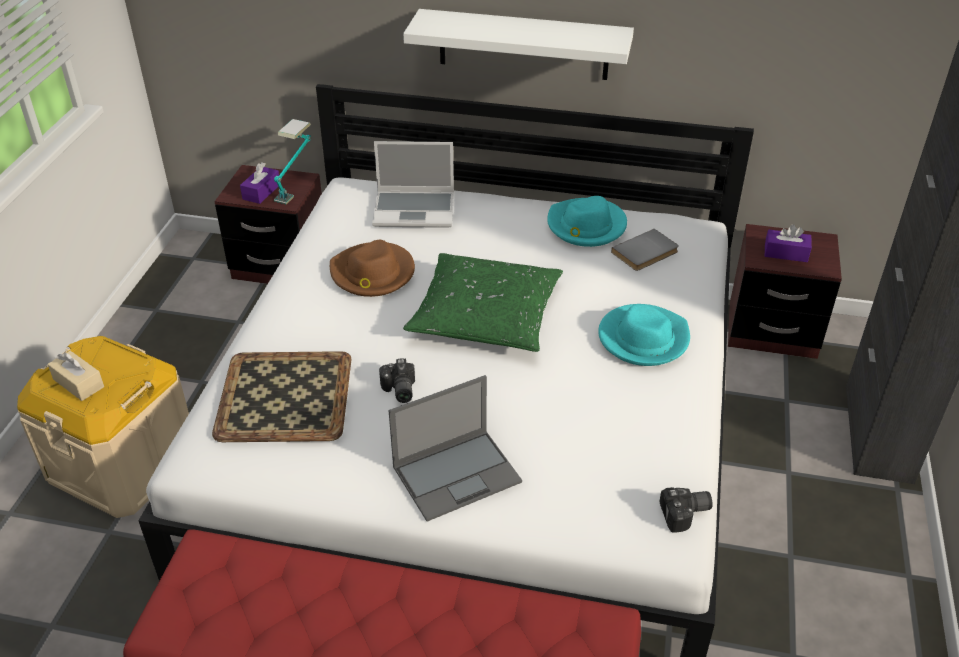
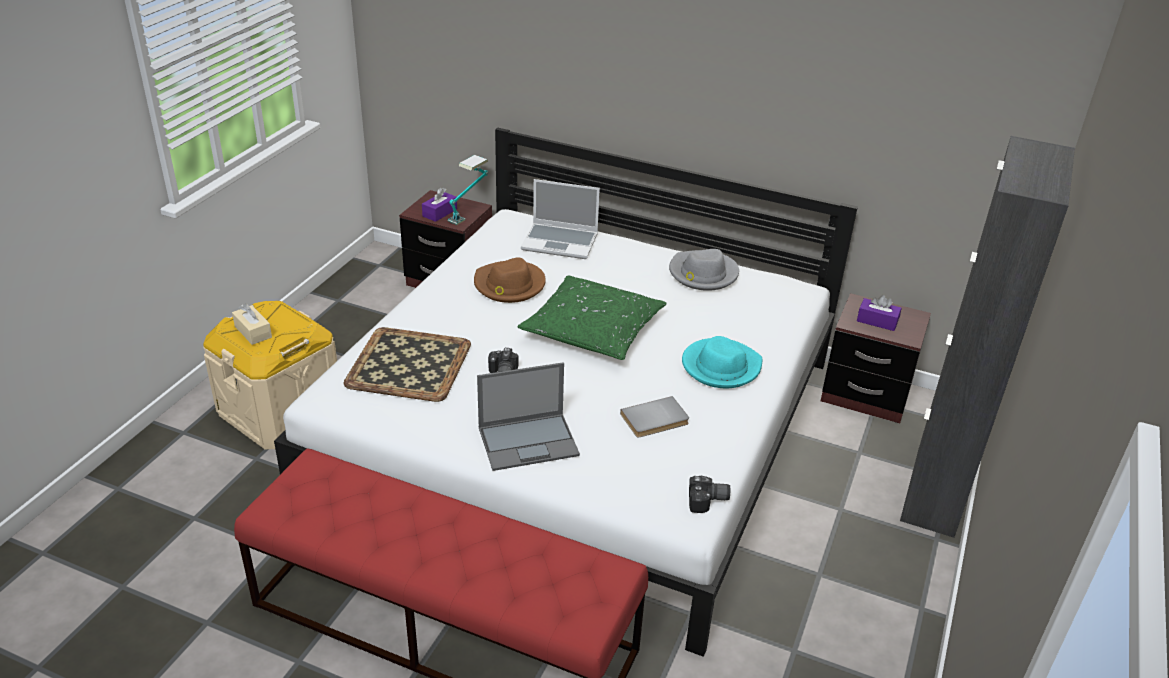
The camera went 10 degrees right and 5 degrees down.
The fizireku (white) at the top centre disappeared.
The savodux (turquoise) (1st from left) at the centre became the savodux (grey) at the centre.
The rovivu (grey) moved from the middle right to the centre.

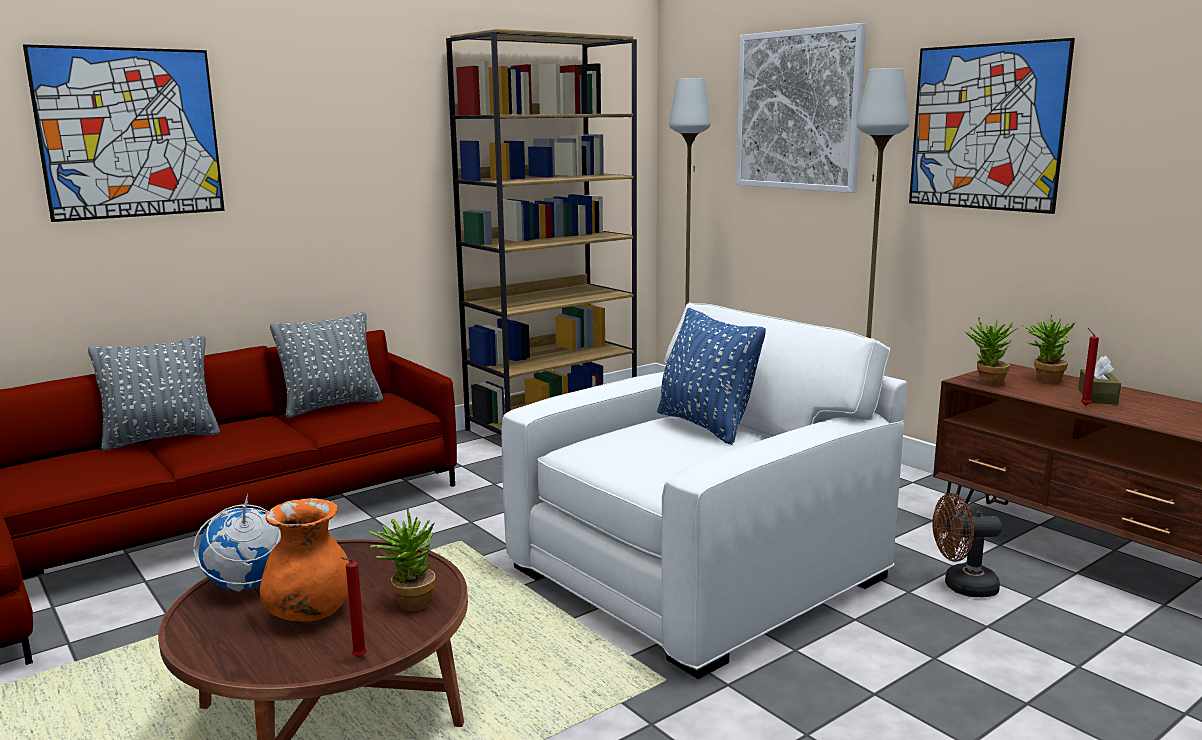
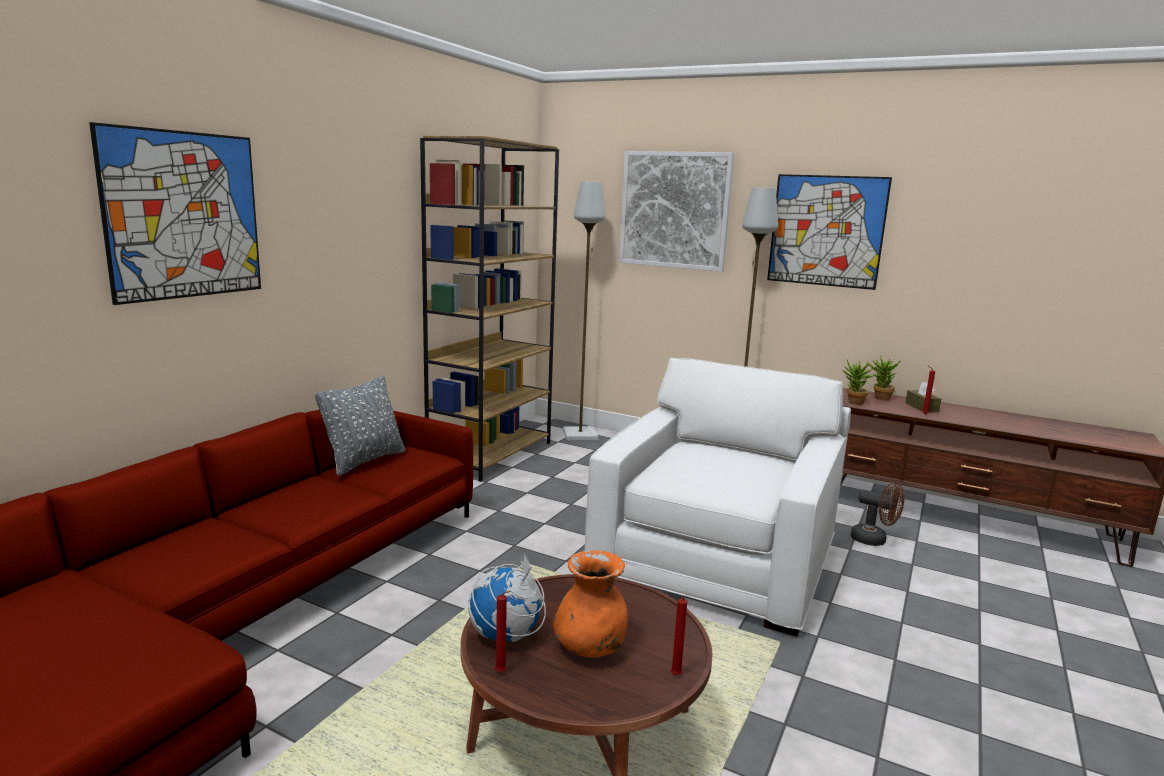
The camera went 25 degrees left and 0 degrees up.
The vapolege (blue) at the centre disappeared.
The vapolege (grey) (1st from left) at the middle left disappeared.
The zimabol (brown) at the bottom right turned 120 degrees counterclockwise.
The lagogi (1st from left) at the bottom centre disappeared.
The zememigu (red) (1st from left) at the bottom centre appeared.

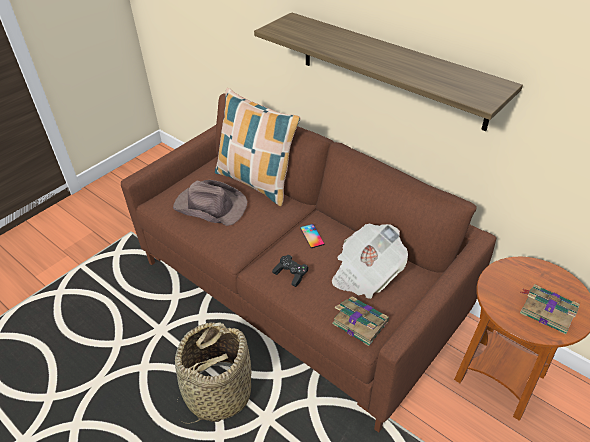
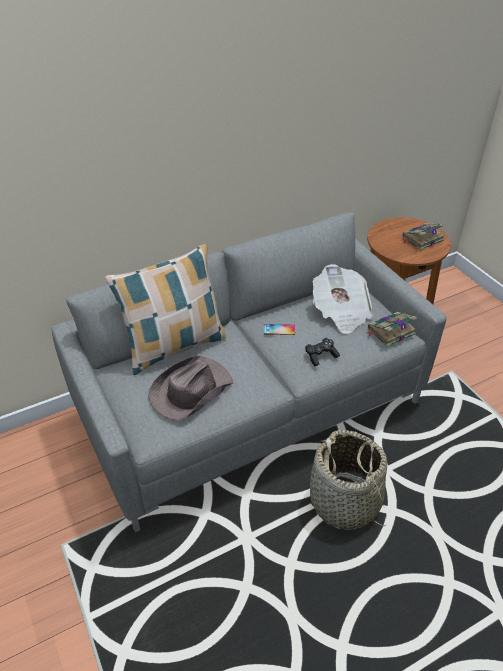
The camera went 70 degrees left and 0 degrees up.
The fizireku at the top centre disappeared.
The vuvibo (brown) at the centre became the vuvibo (grey) at the centre.

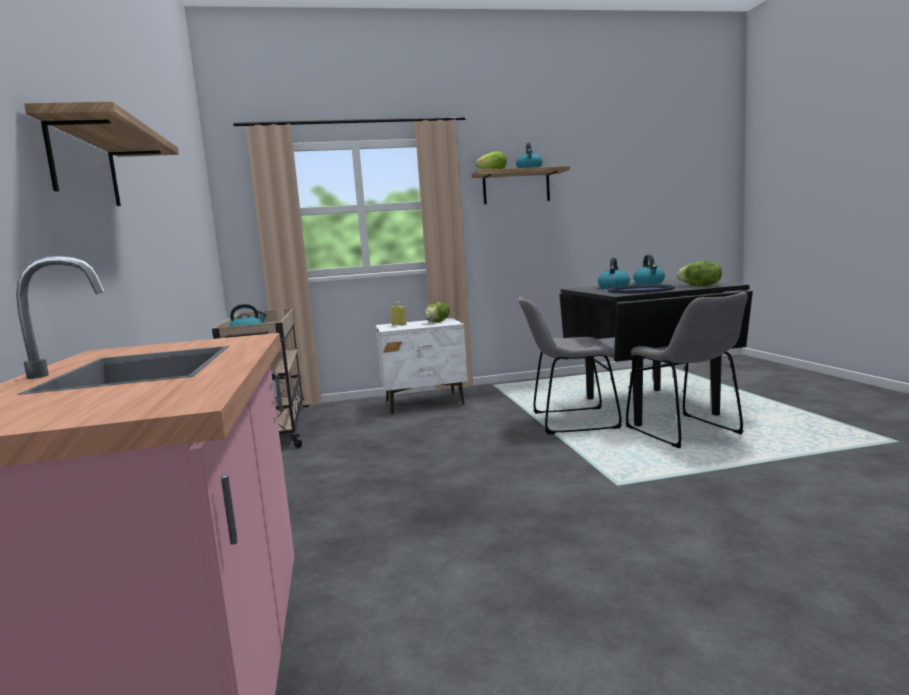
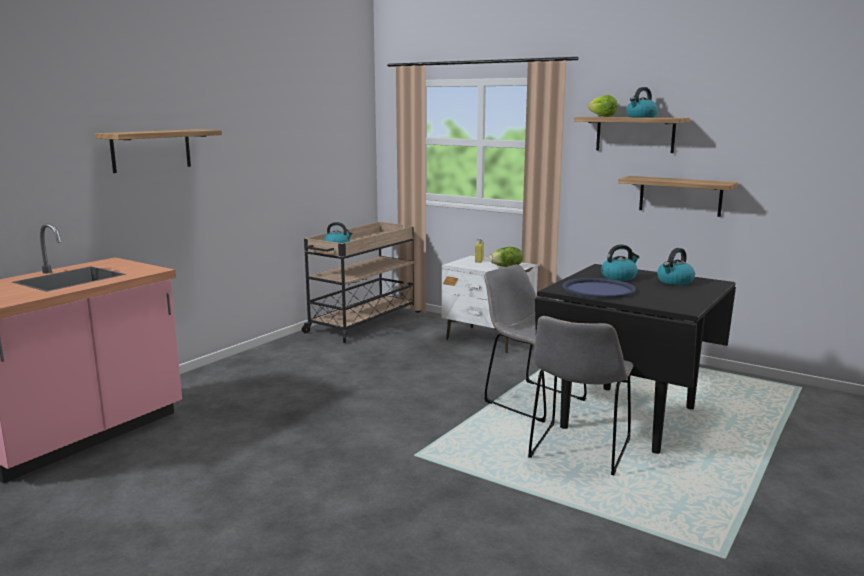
The camera went 45 degrees right and 5 degrees up.
The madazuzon (3rd from left) at the middle right disappeared.
The fizireku (3rd from left) at the middle right appeared.

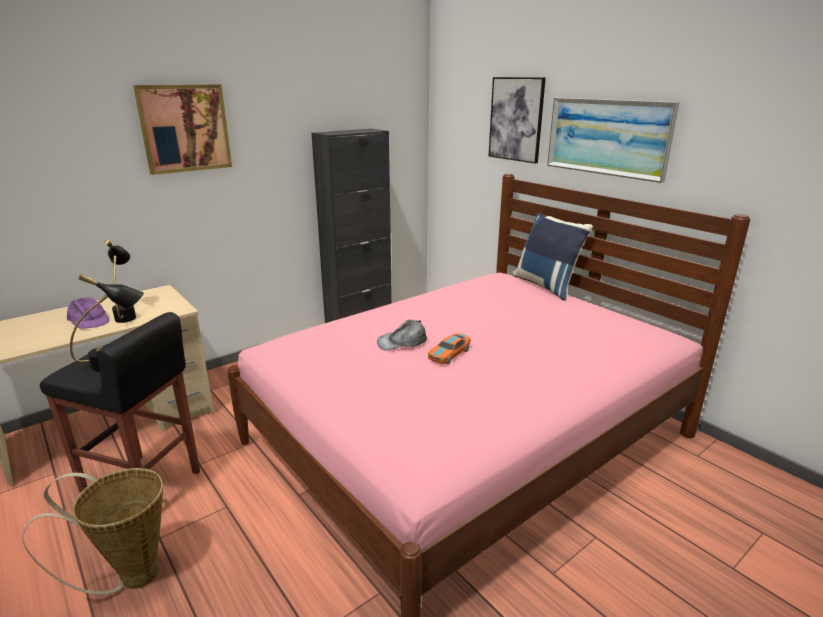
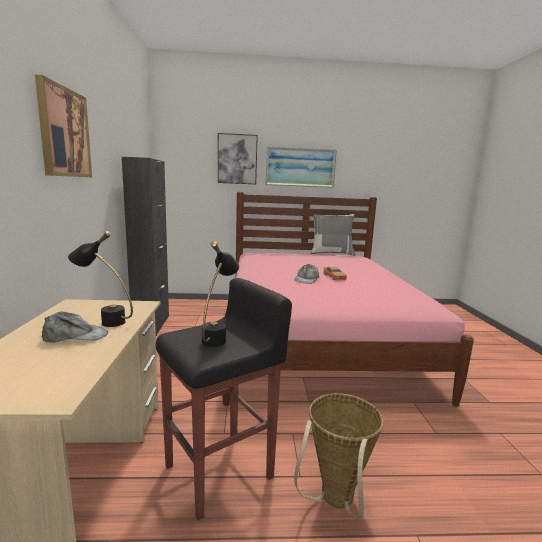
The camera went 55 degrees left and 10 degrees down.
The vapolege (blue) at the middle right disappeared.
The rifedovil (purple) at the middle left became the rifedovil (grey) (1st from left) at the middle left.
The vapolege (grey) at the centre appeared.

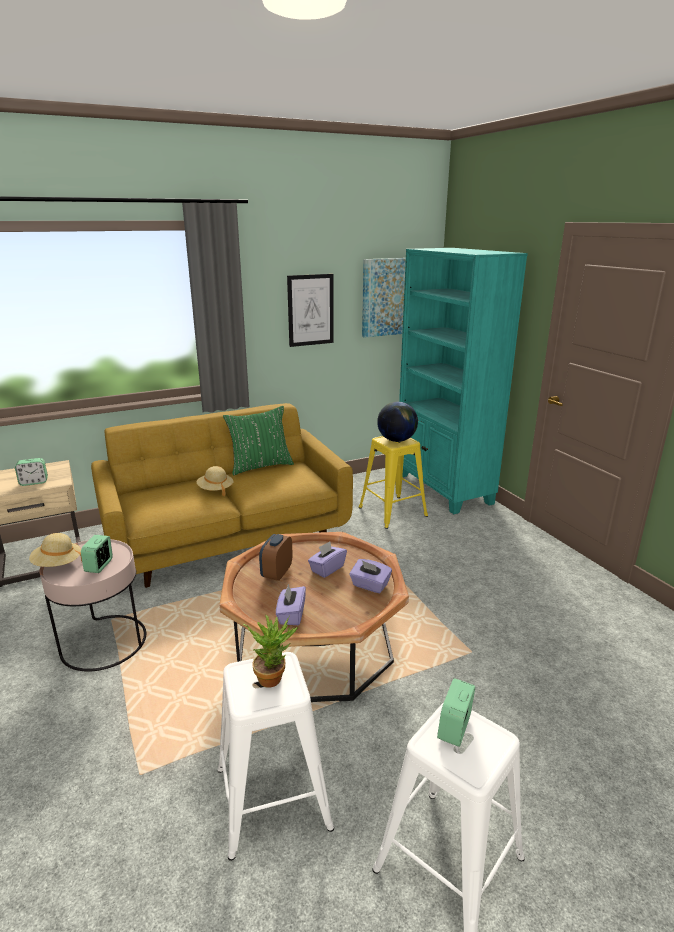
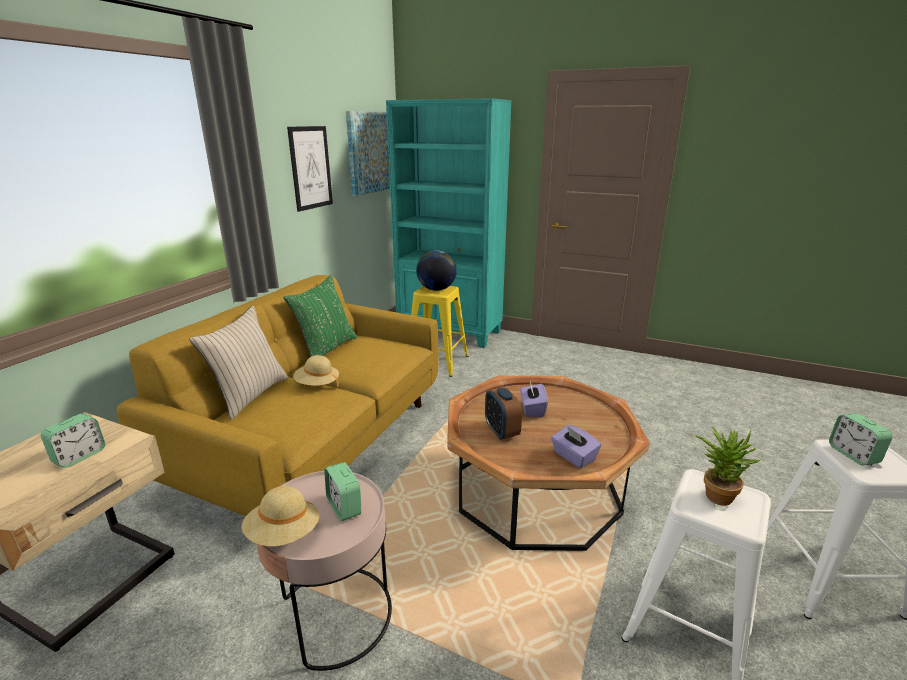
The camera went 40 degrees left and 0 degrees up.
The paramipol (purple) (3rd from left) at the centre disappeared.
The vapolege (beige) at the middle left appeared.

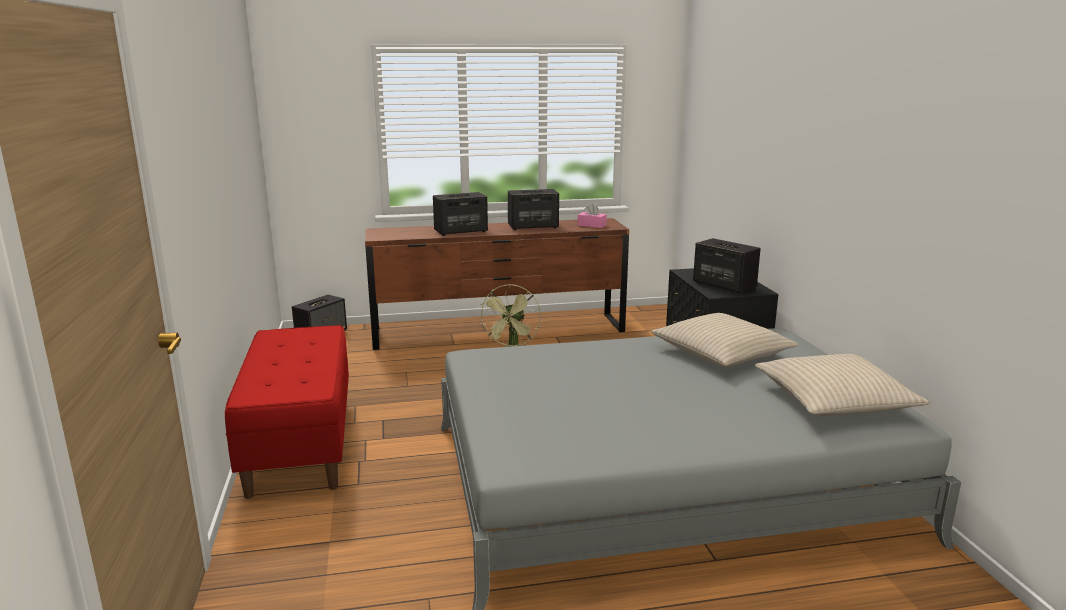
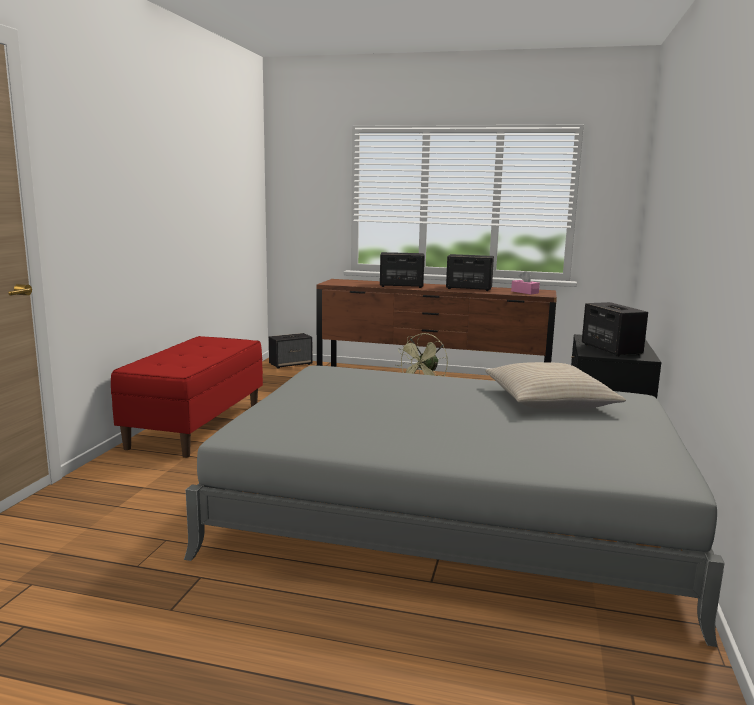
The camera went 25 degrees right and 5 degrees down.
The vapolege (beige) (2nd from left) at the middle right disappeared.

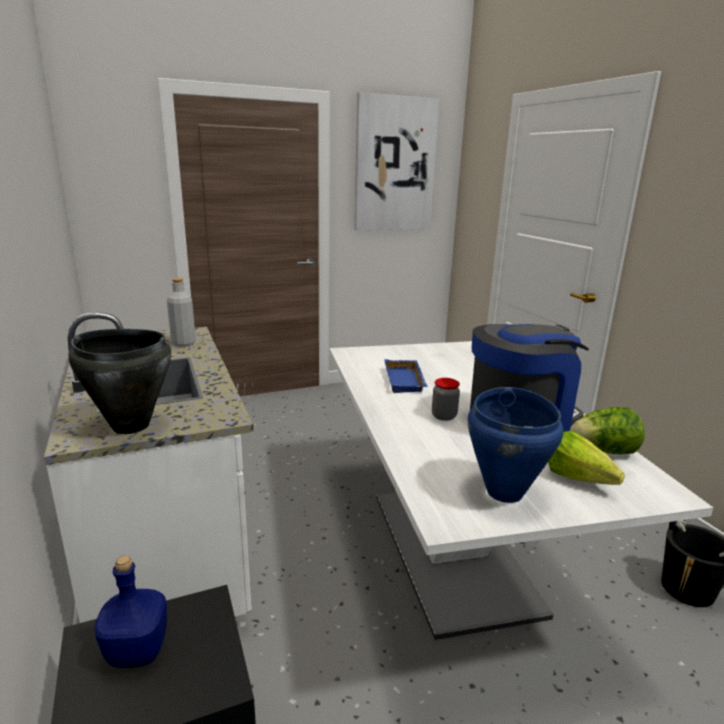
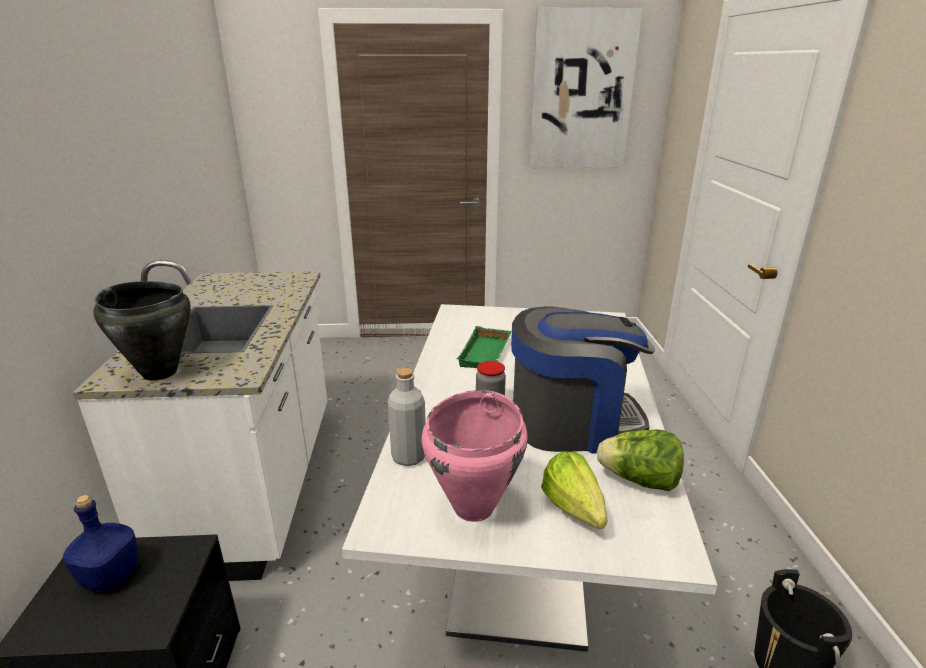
The camera went 20 degrees right and 5 degrees up.
The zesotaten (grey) moved from the middle left to the centre.
The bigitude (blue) at the centre became the bigitude (green) at the centre.
The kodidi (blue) at the middle right became the kodidi (pink) at the bottom centre.

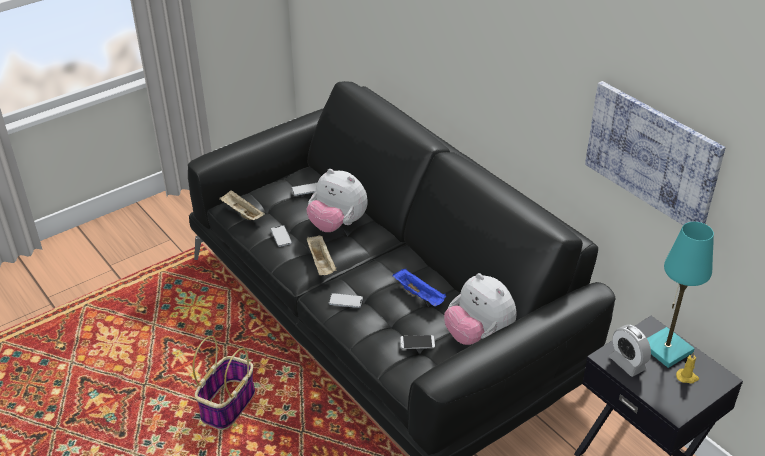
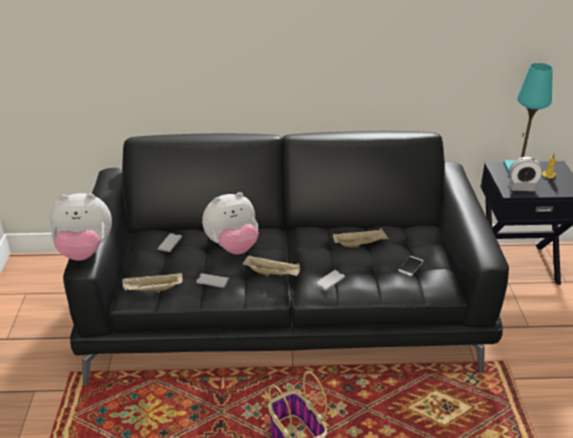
The camera went 55 degrees left and 5 degrees down.
The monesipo at the middle right disappeared.
The bigitude (blue) at the centre became the bigitude (beige) (3rd from left) at the centre.
The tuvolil (2nd from left in the first image) moved from the bottom centre to the middle left.

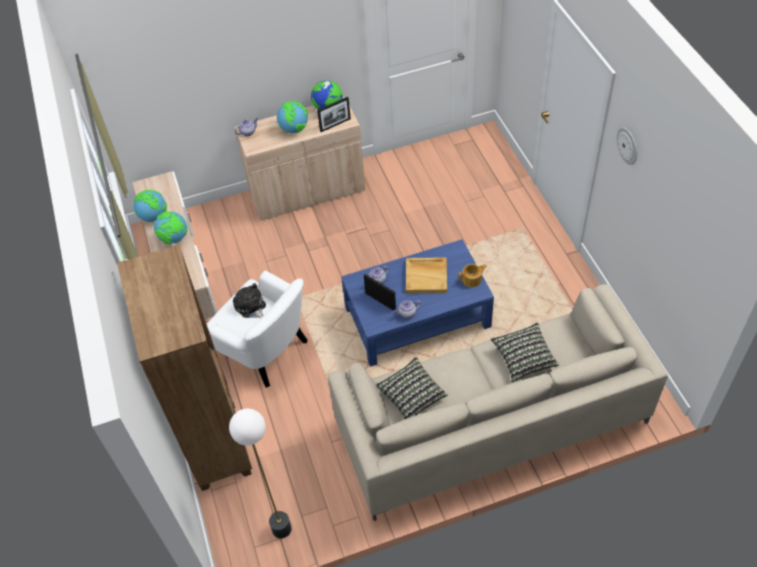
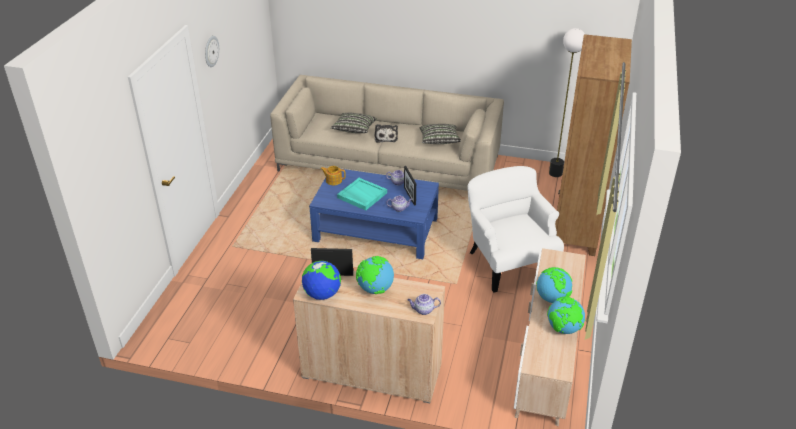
The camera went 150 degrees left and 15 degrees down.
The bigitude (beige) at the centre became the bigitude (turquoise) at the centre.
The tuvolil moved from the middle left to the top centre.

